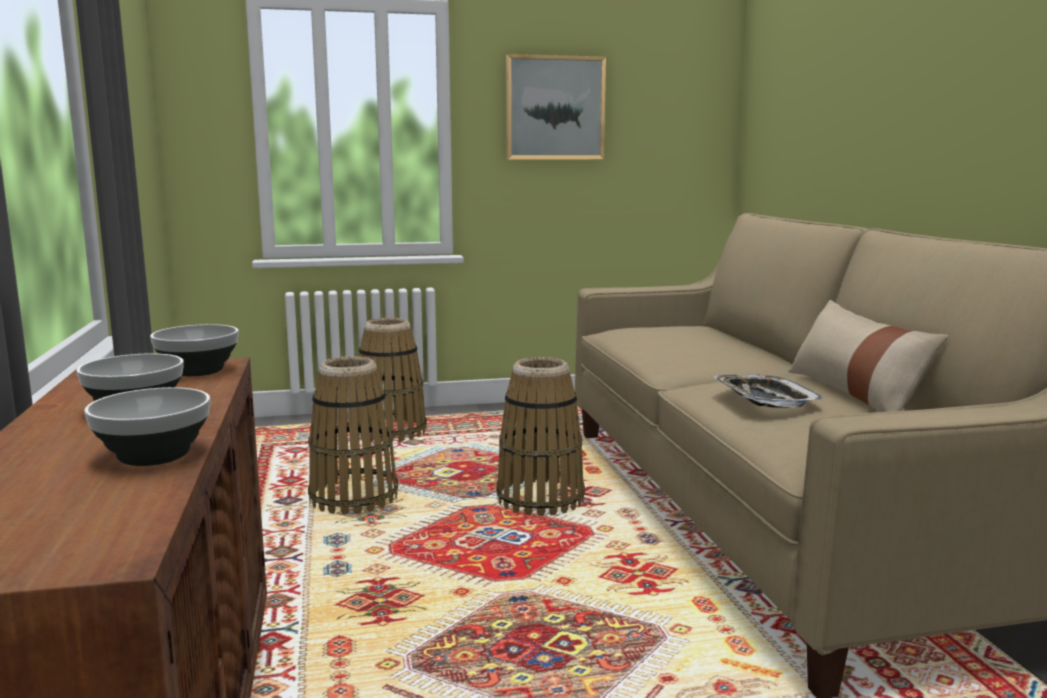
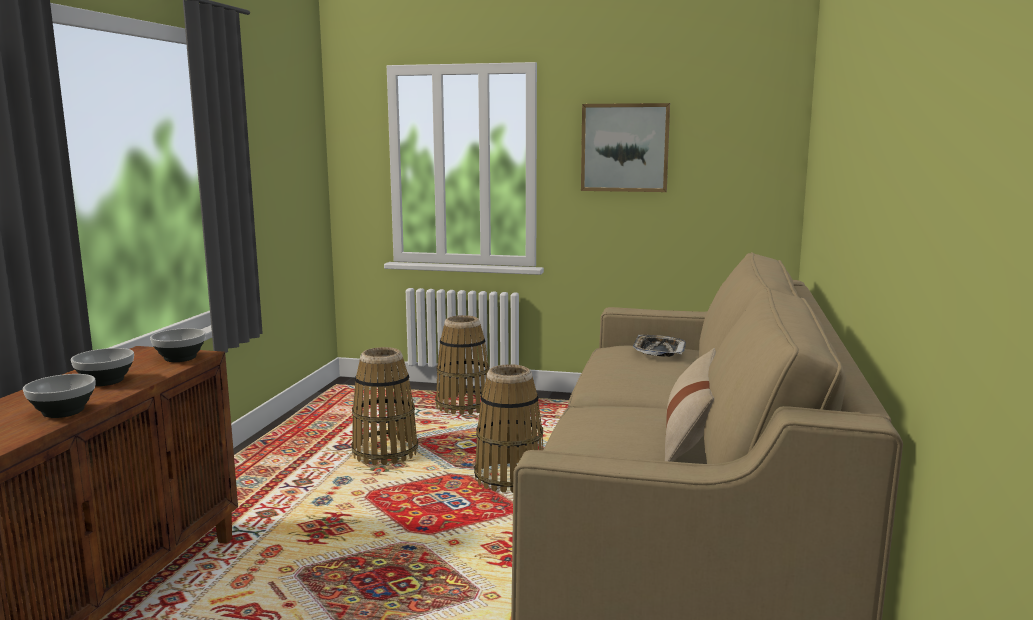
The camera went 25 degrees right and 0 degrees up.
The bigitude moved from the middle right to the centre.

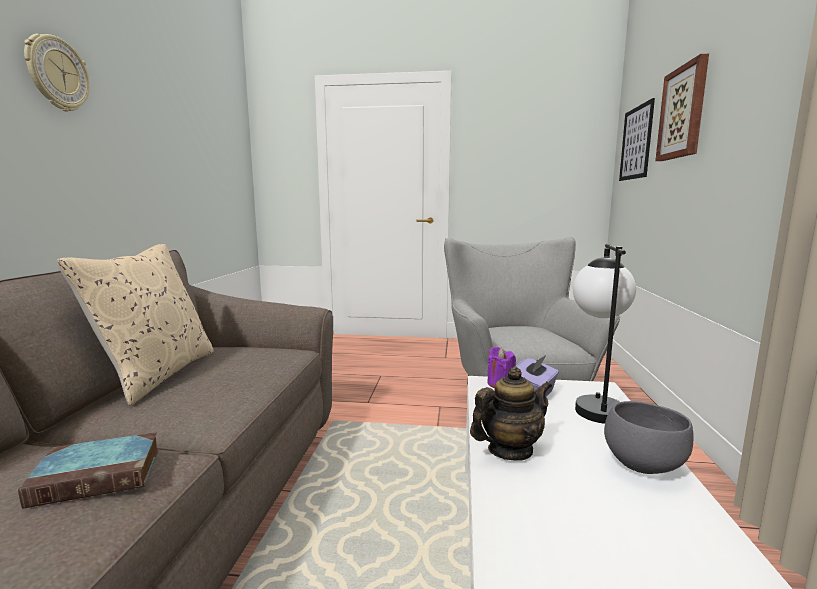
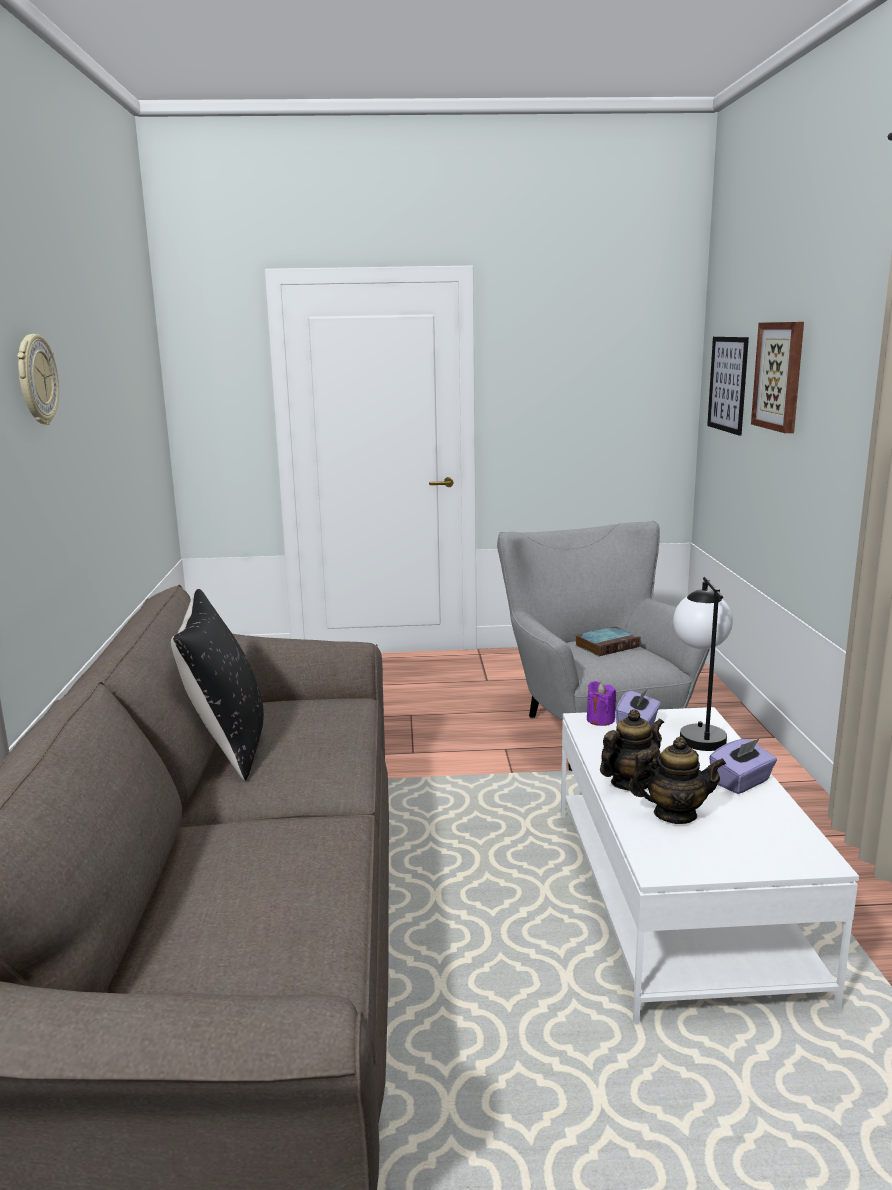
The camera went 10 degrees left and 5 degrees up.
The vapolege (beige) at the middle left became the vapolege (black) at the middle left.
The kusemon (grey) at the bottom right was replaced by the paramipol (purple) (2nd from left) at the middle right.
The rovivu moved from the bottom left to the middle right.
The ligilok (2nd from left) at the middle right appeared.

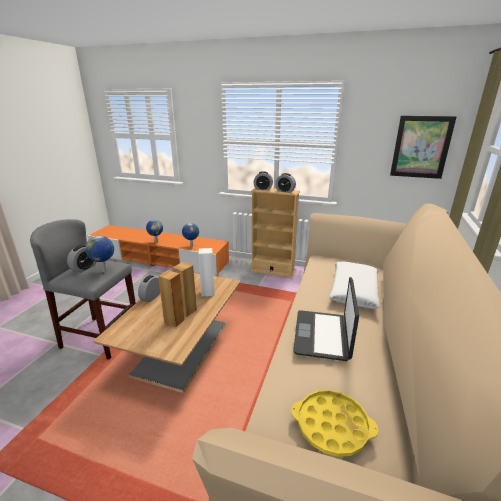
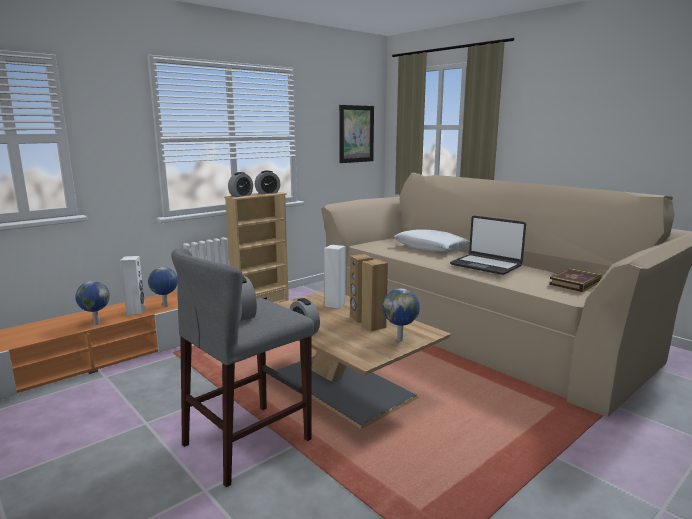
The camera went 60 degrees left and 10 degrees down.
The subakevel (1st from left in the first image) moved from the middle left to the centre.
The bigitude (yellow) at the bottom right was replaced by the rovivu at the middle right.
The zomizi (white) (1st from left) at the middle left appeared.

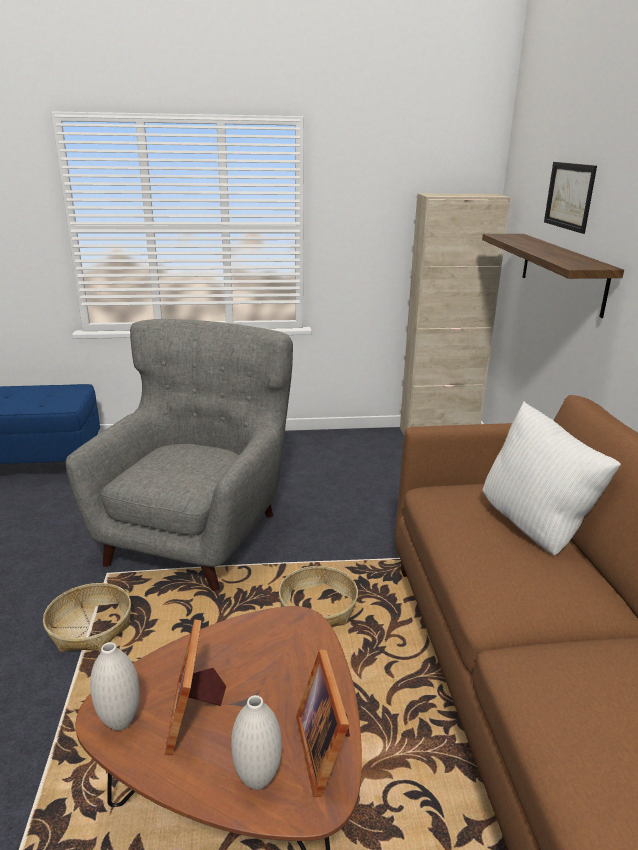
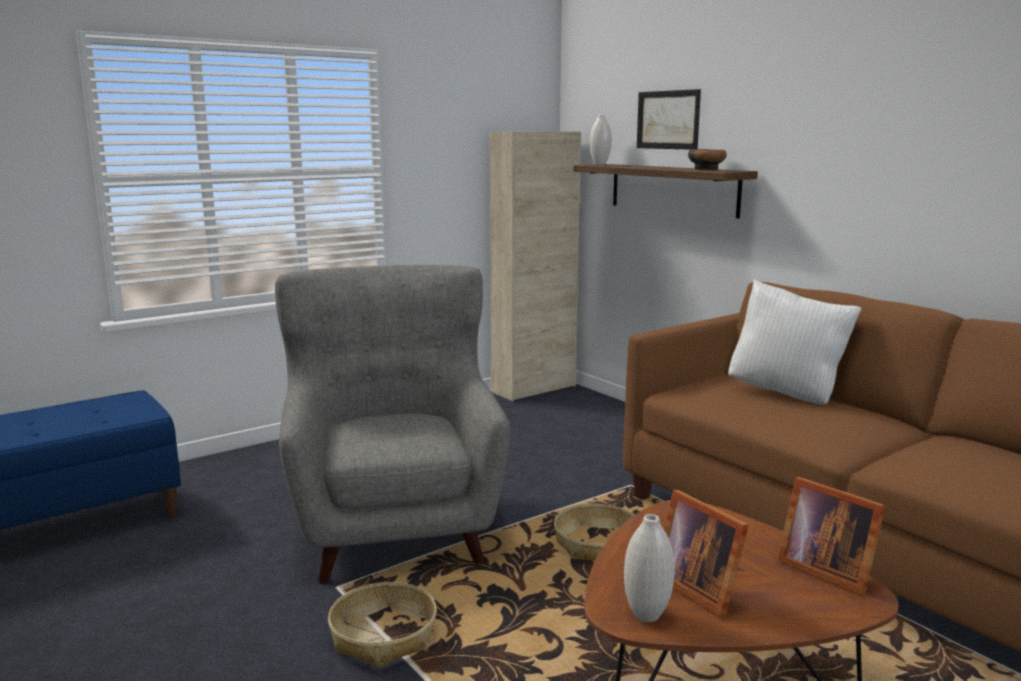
The camera went 30 degrees left and 10 degrees down.
The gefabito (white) (2nd from left in the first image) moved from the bottom centre to the top centre.
The kusemon at the top right appeared.

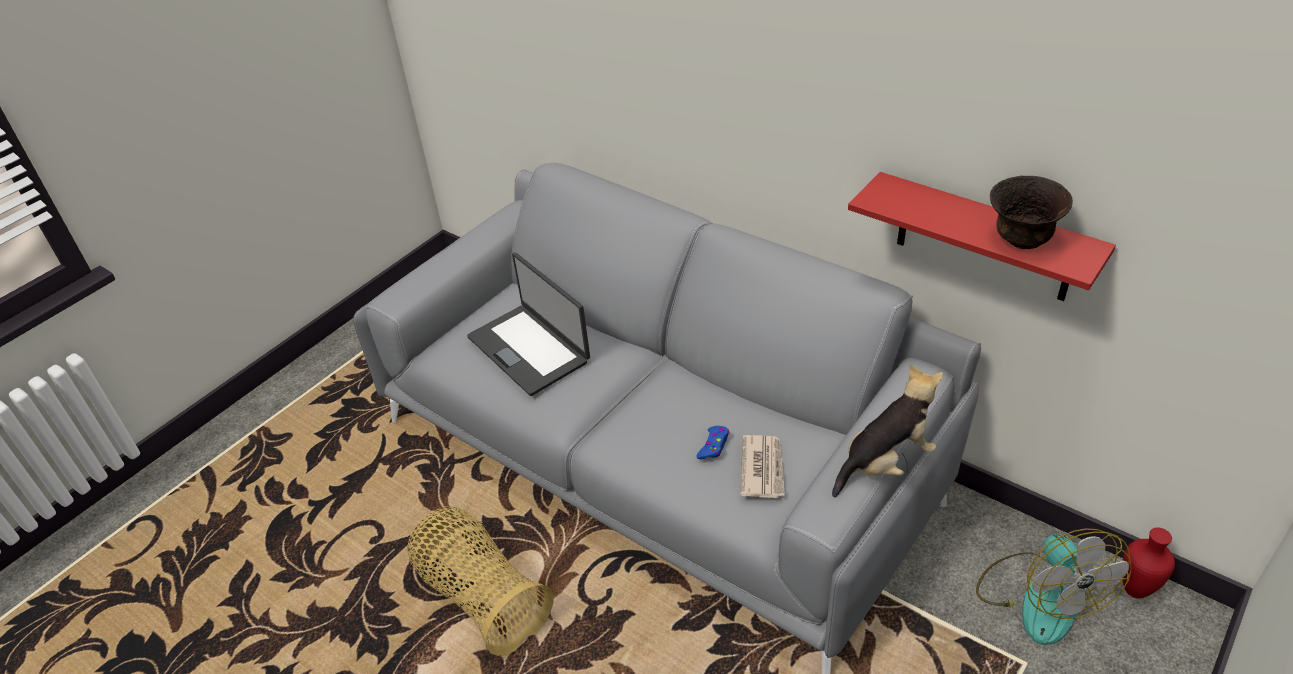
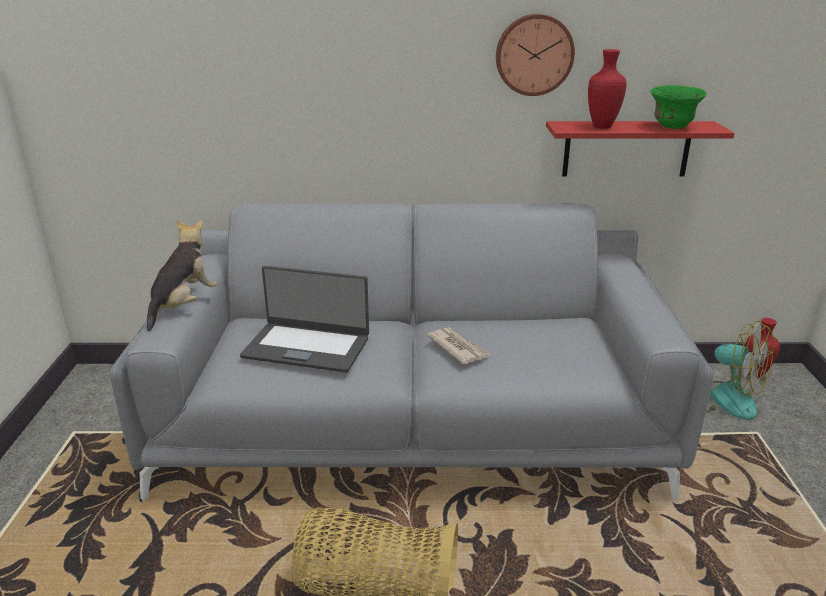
The camera went 40 degrees left and 15 degrees down.
The kusemon (brown) at the top right became the kusemon (green) at the top right.
The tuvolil moved from the middle right to the middle left.
The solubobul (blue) at the centre disappeared.
The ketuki moved from the bottom centre to the centre.
The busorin at the top centre appeared.
The gefabito (red) (1st from left) at the top right appeared.

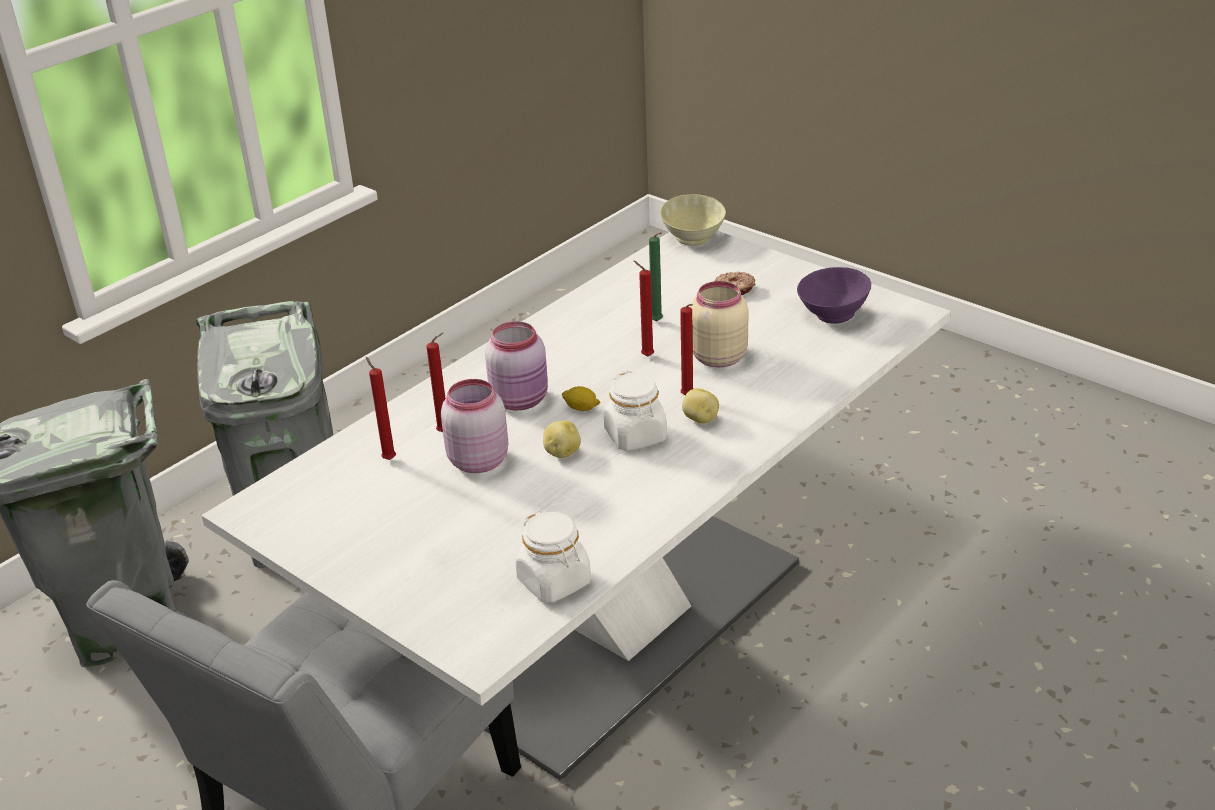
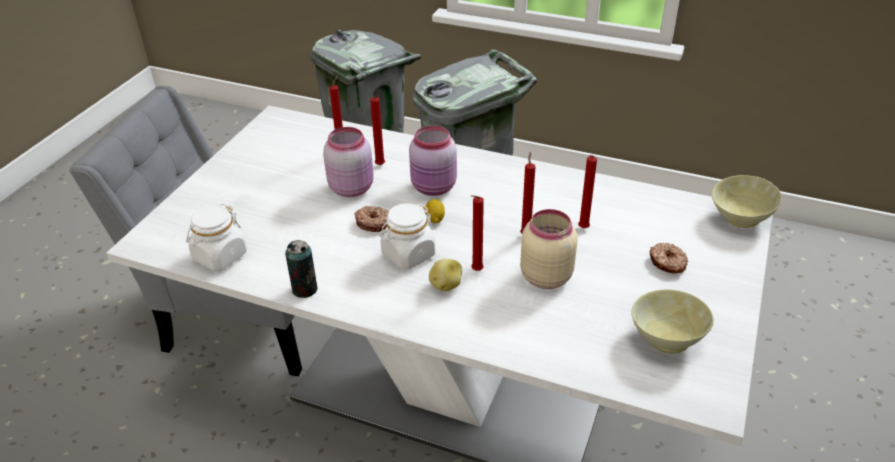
The camera went 70 degrees right and 5 degrees up.
The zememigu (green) at the centre became the zememigu (red) (5th from left) at the centre.
The kusemon (purple) at the middle right became the kusemon (beige) (1st from left) at the bottom right.
The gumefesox (1st from left) at the centre was replaced by the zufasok (1st from left) at the centre.
The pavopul at the centre appeared.

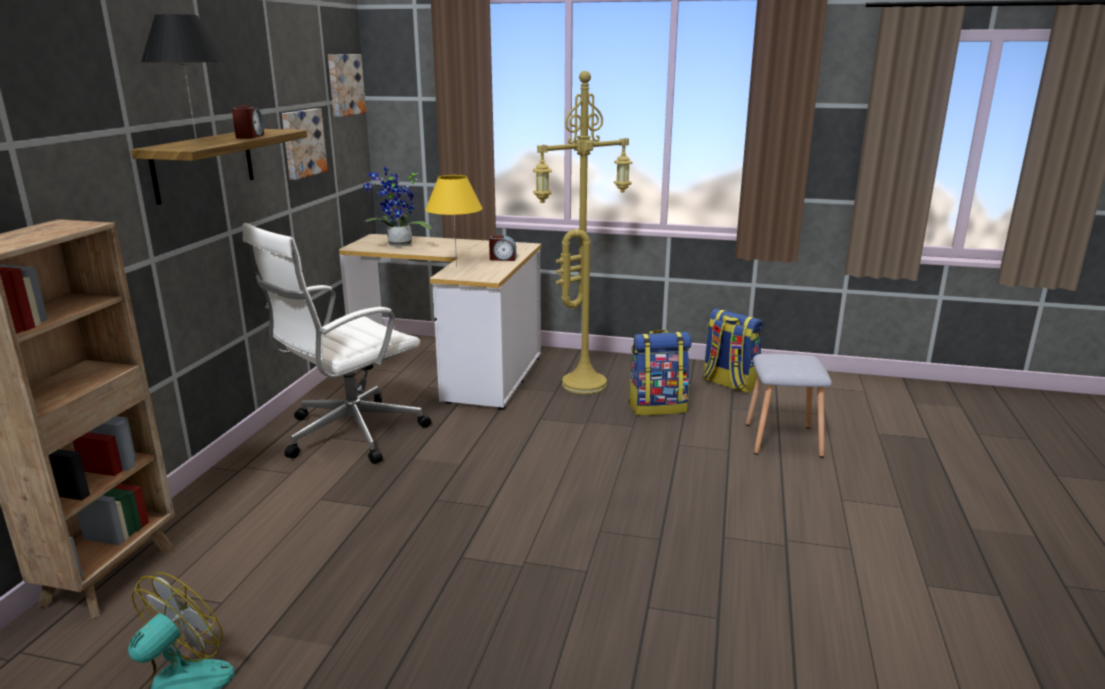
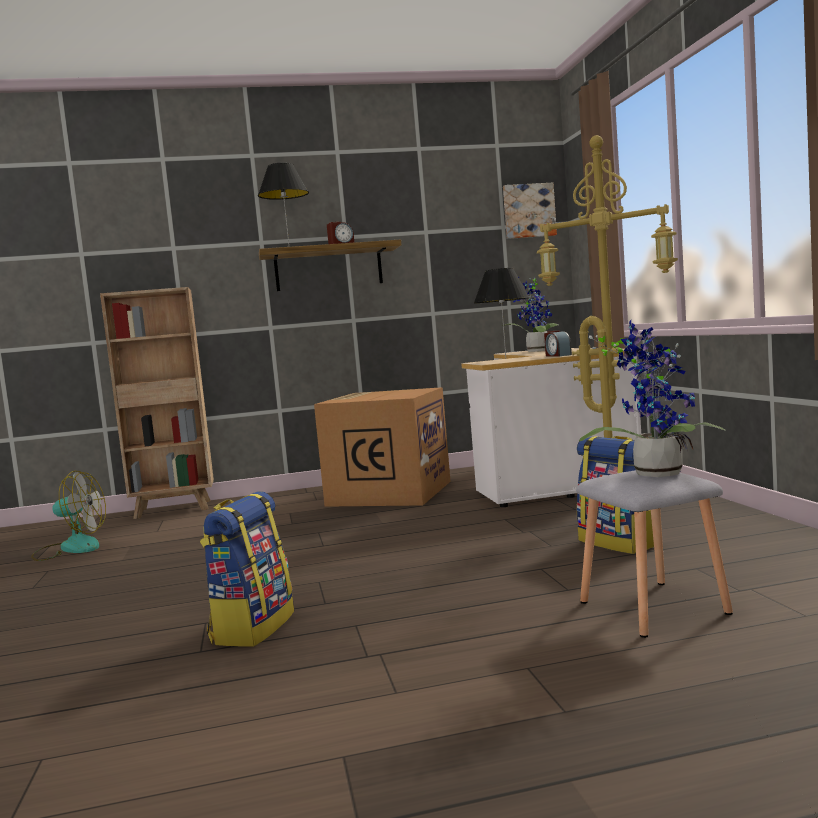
The camera went 65 degrees right and 15 degrees down.
The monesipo (1st from left) at the top left disappeared.
The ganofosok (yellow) at the top centre became the ganofosok (black) (2nd from left) at the centre.
The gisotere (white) at the middle left was replaced by the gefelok at the centre.
The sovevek (2nd from left in the first image) moved from the centre to the bottom left.
The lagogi (2nd from left) at the middle right appeared.

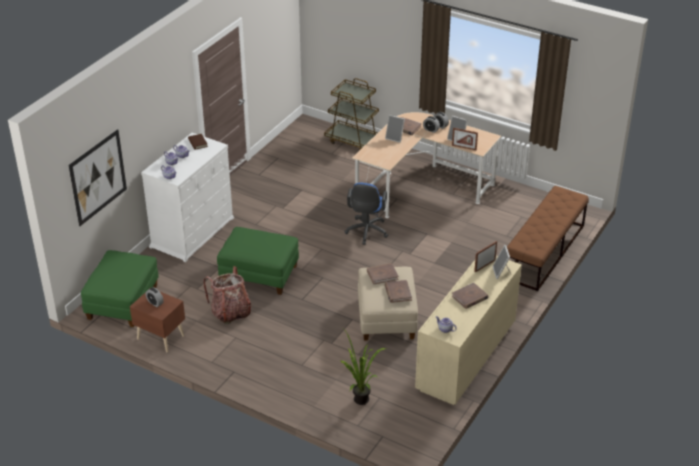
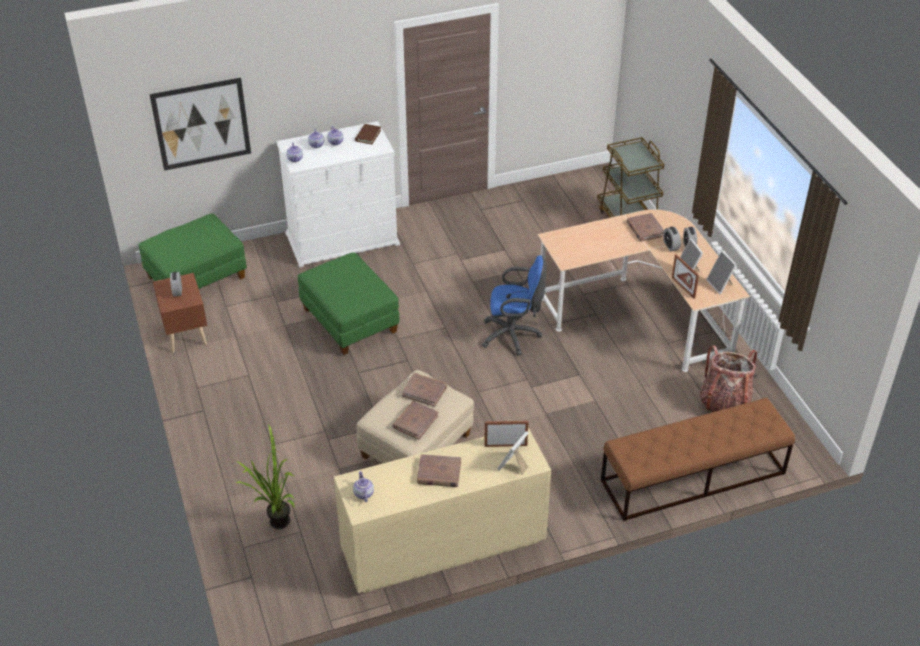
The camera went 40 degrees right and 5 degrees up.
The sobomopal (1st from left in the first image) moved from the top centre to the middle right.
The gisotere (blue) at the centre turned 135 degrees counterclockwise.
The sovevek moved from the middle left to the middle right.

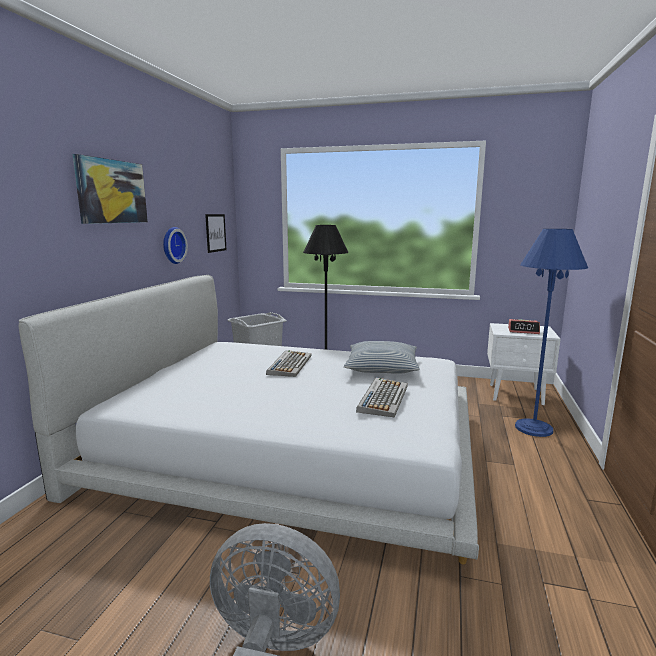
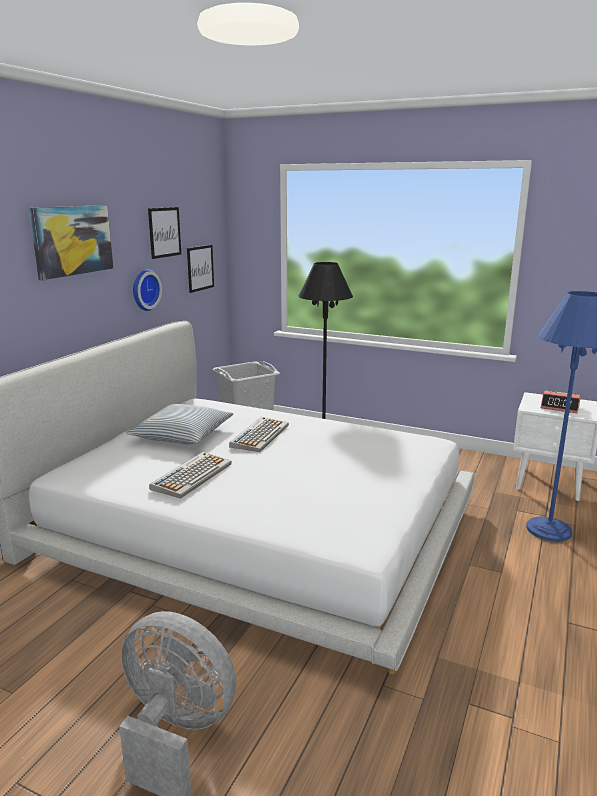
The camera went 10 degrees right and 5 degrees up.
The vapolege moved from the centre to the middle left.
The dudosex (2nd from left in the first image) moved from the centre to the middle left.
The monesipo (2nd from left) at the top left appeared.

